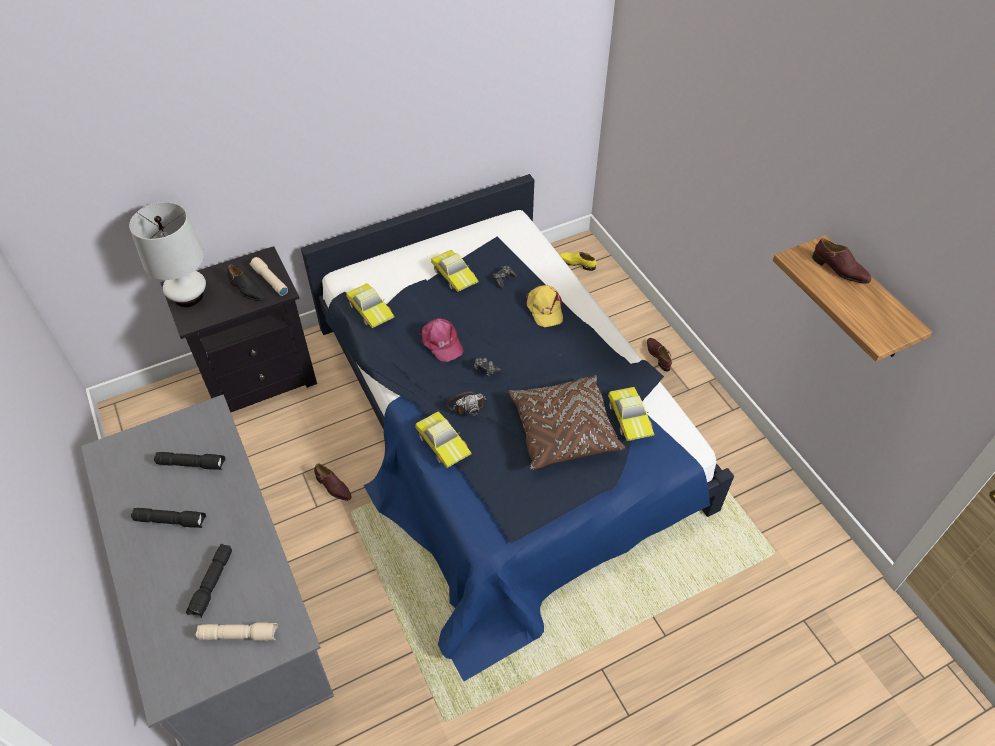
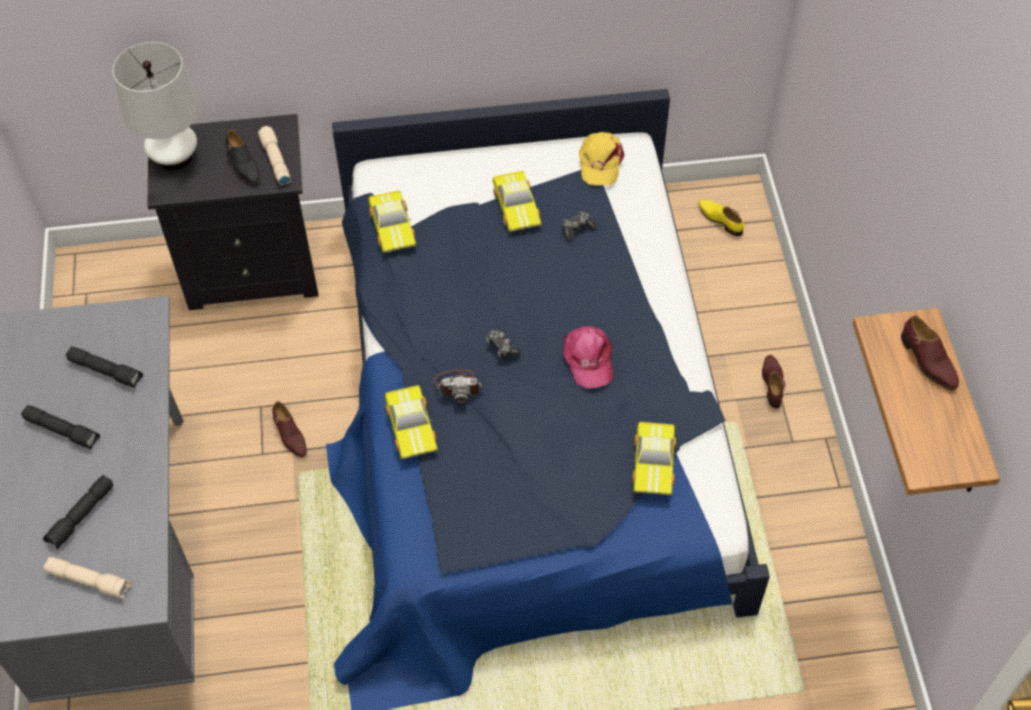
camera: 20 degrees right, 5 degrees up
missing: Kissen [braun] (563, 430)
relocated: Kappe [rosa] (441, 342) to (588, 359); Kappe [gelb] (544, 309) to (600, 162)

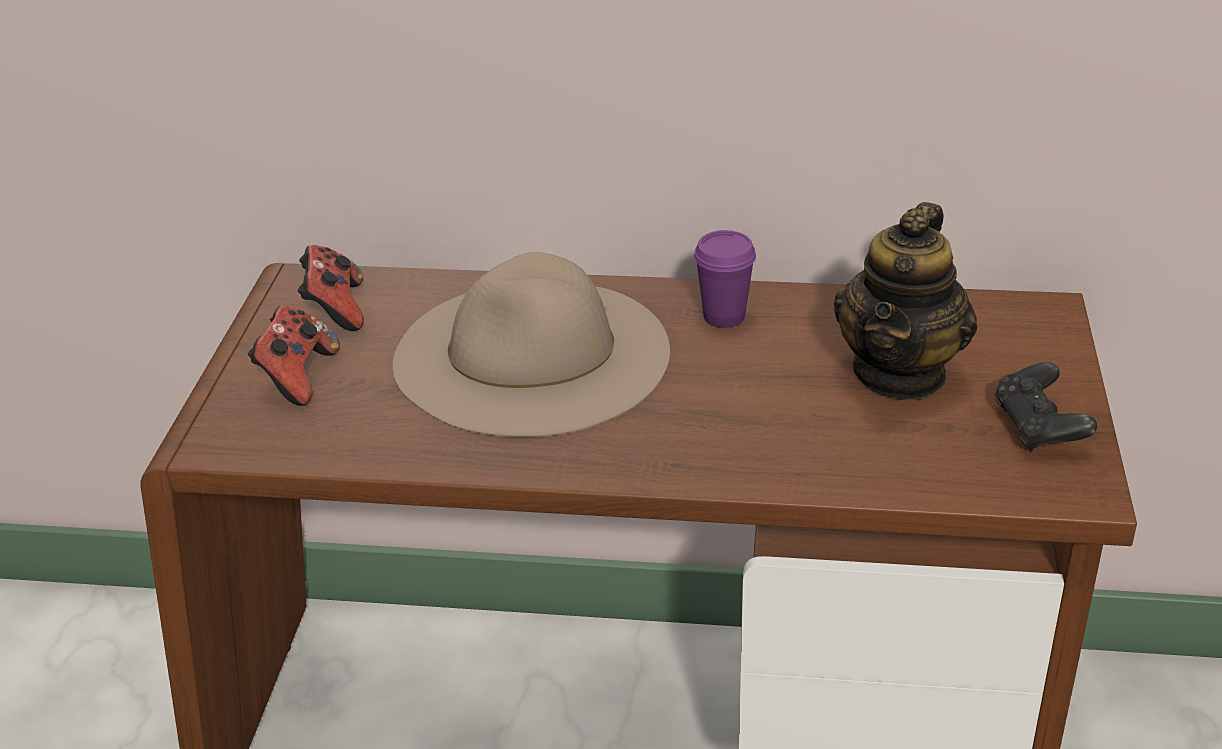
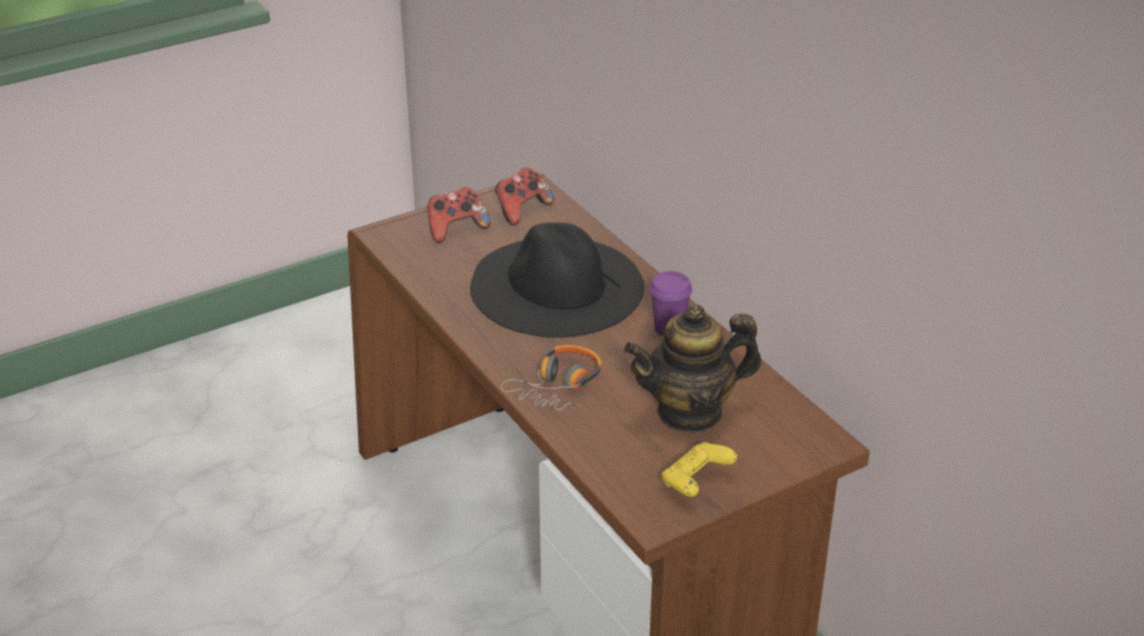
camera: 50 degrees right, 0 degrees up
appeared: Kopfhörer (559, 387)
colour: Hut [beige] (531, 355) to Hut [schwarz] (556, 285); Gamepad [schwarz] (1039, 428) to Gamepad [gelb] (695, 482)

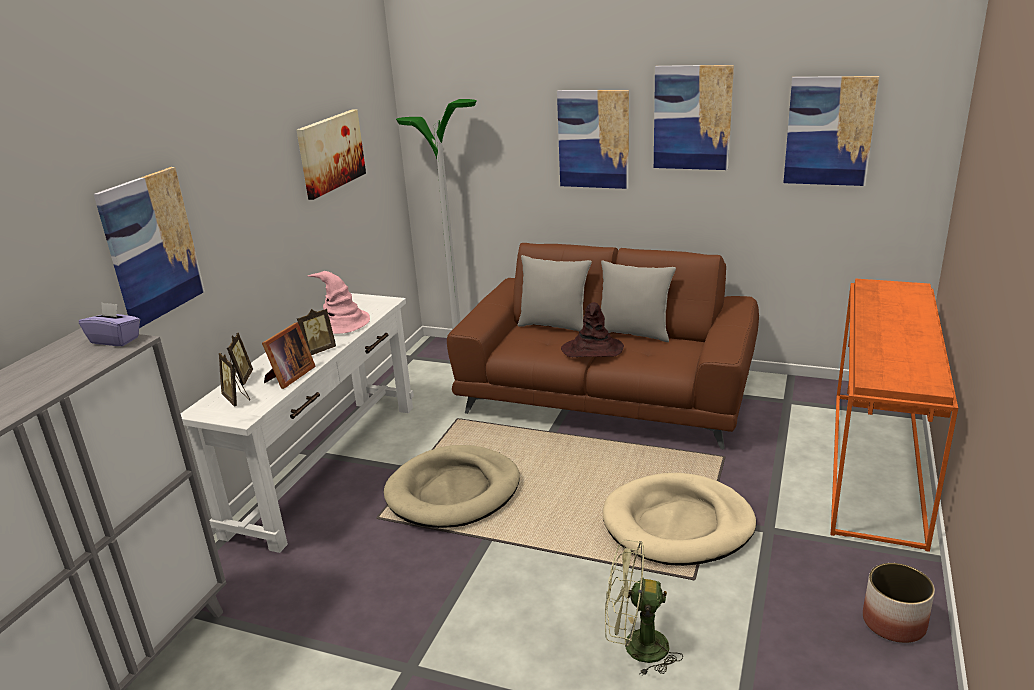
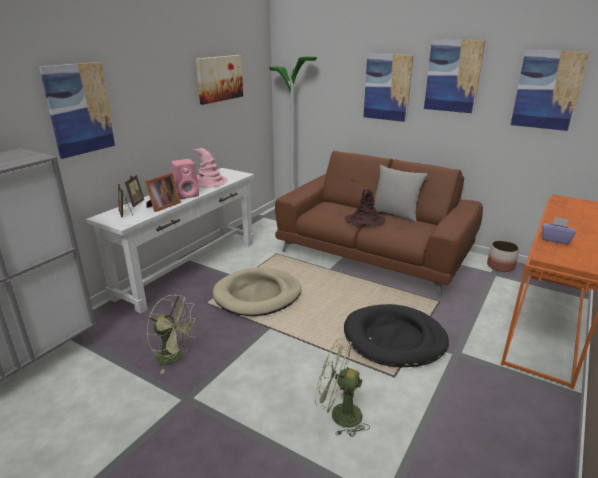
camera: 10 degrees right, 0 degrees up
missing: Kissen [grau] (554, 325)
appeared: Ventilator [grün] (175, 357)
relocated: Taschentuchbox [lila] (115, 340) to (555, 239); Pflanzkübel (894, 622) to (501, 266)
exchanged: Bilderrahmen (318, 351) to Lautsprecher [rosa] (187, 195)
colour: Hundebett [beige] (678, 524) to Hundebett [schwarz] (394, 339)

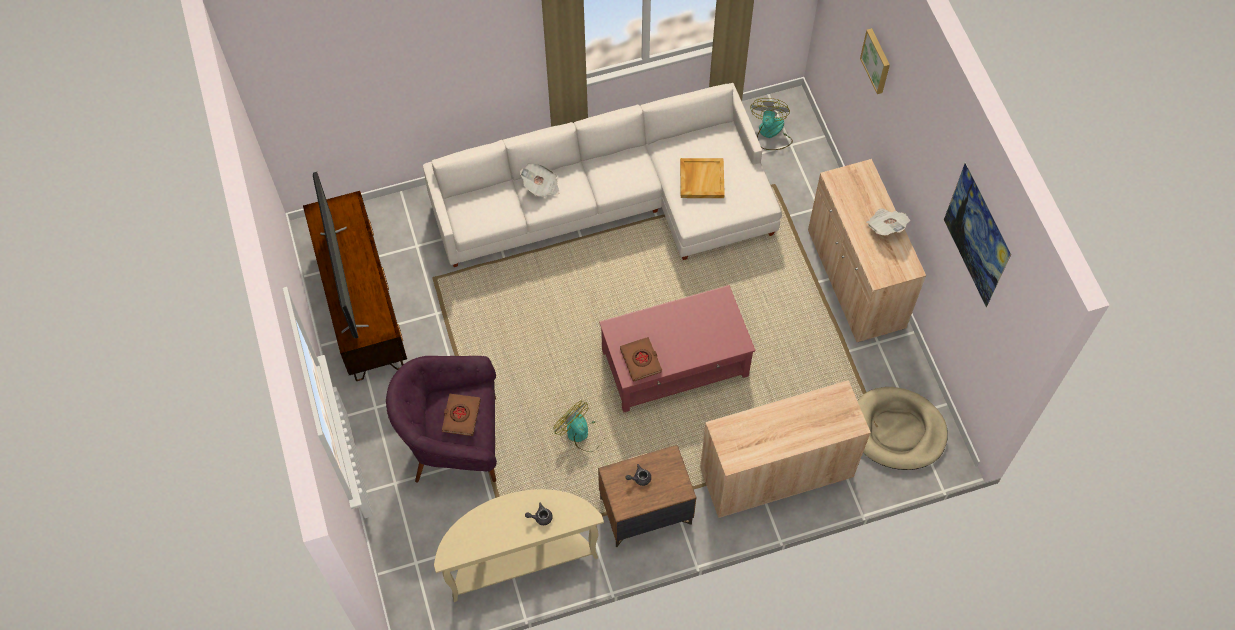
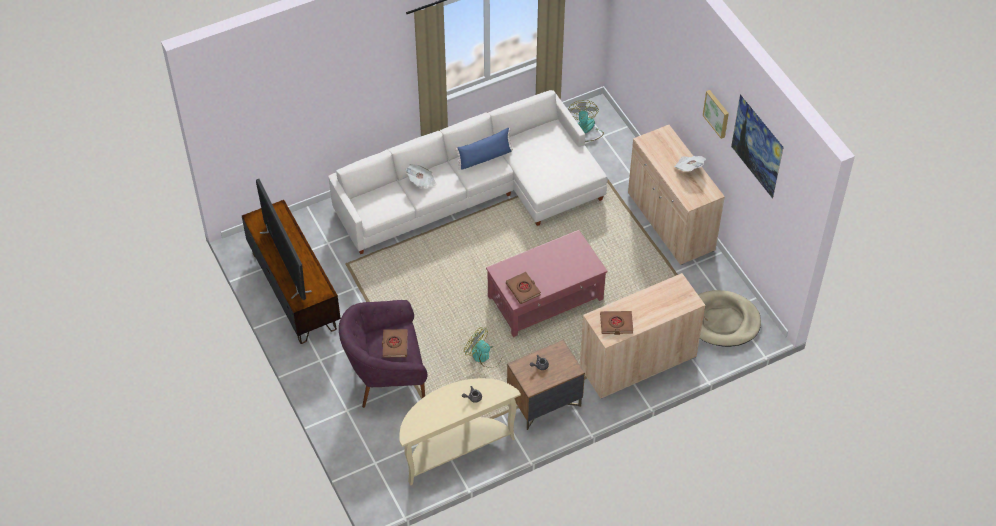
camera: 10 degrees left, 10 degrees down
missing: Tablett [beige] (701, 179)
appeared: Kissen [blau] (485, 158); Buch [braun] (616, 324)
relocated: Bild (877, 60) to (717, 113)

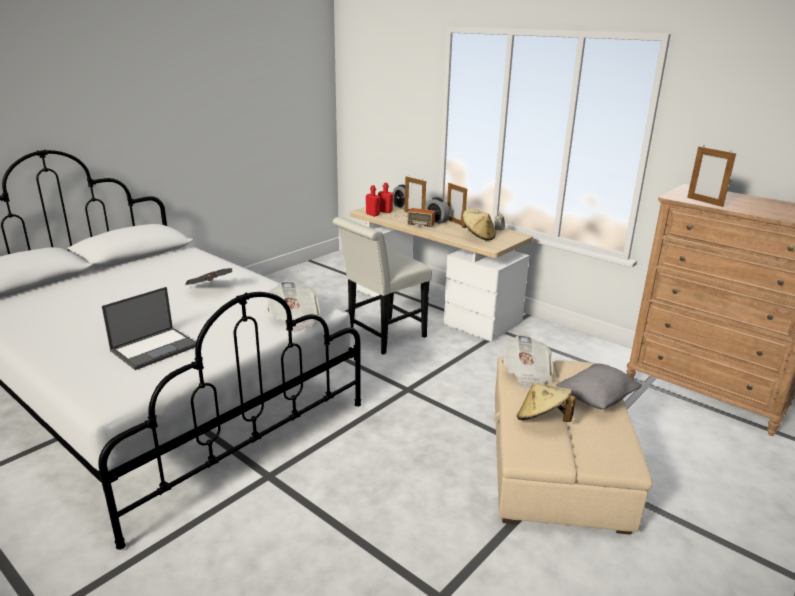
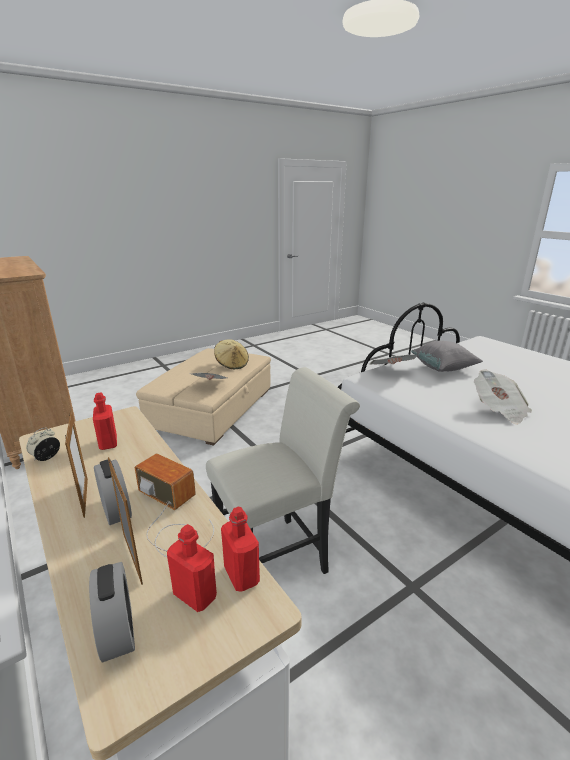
camera: 165 degrees left, 0 degrees up
missing: Laptop (155, 348); Bilderrahmen (704, 202)
relocated: Kissen [grau] (596, 399) to (443, 369)
exchanged: Hut [beige] (478, 236) to Flasche [rot] (108, 443)

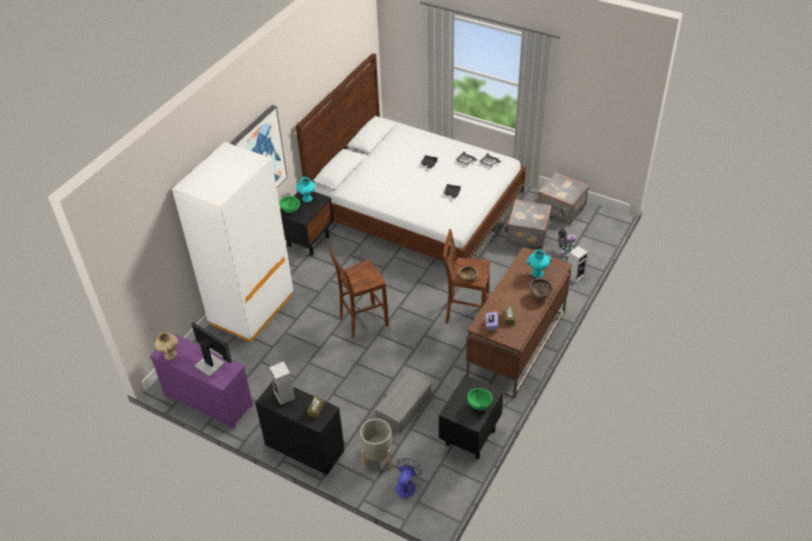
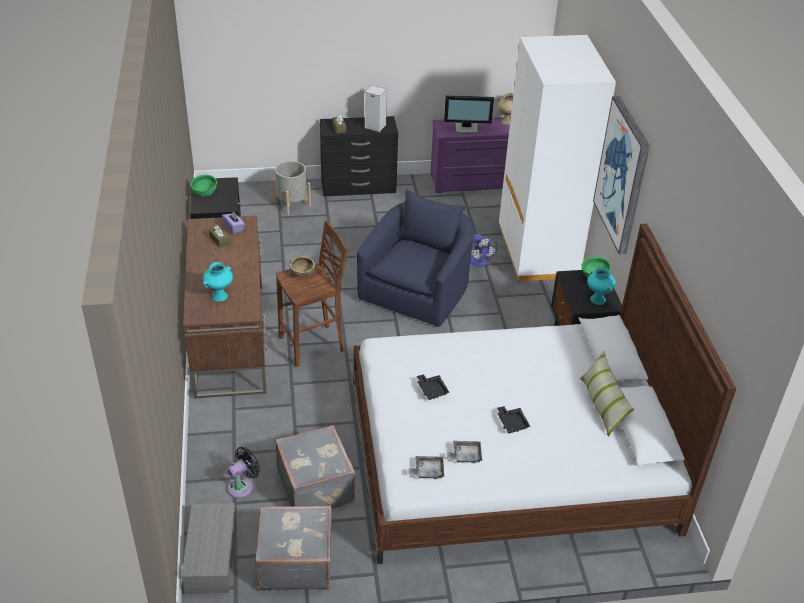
camera: 140 degrees right, 5 degrees down
missing: Schüssel [braun] (539, 296); Lautsprecher (575, 275)
appeared: Kissen (602, 405)
relocated: Aufbewahrungsbox [grau] (404, 408) to (210, 555); Ventilator (407, 485) to (479, 262)
exchanged: Hocker [braun] (362, 321) to Sessel [blau] (418, 290)

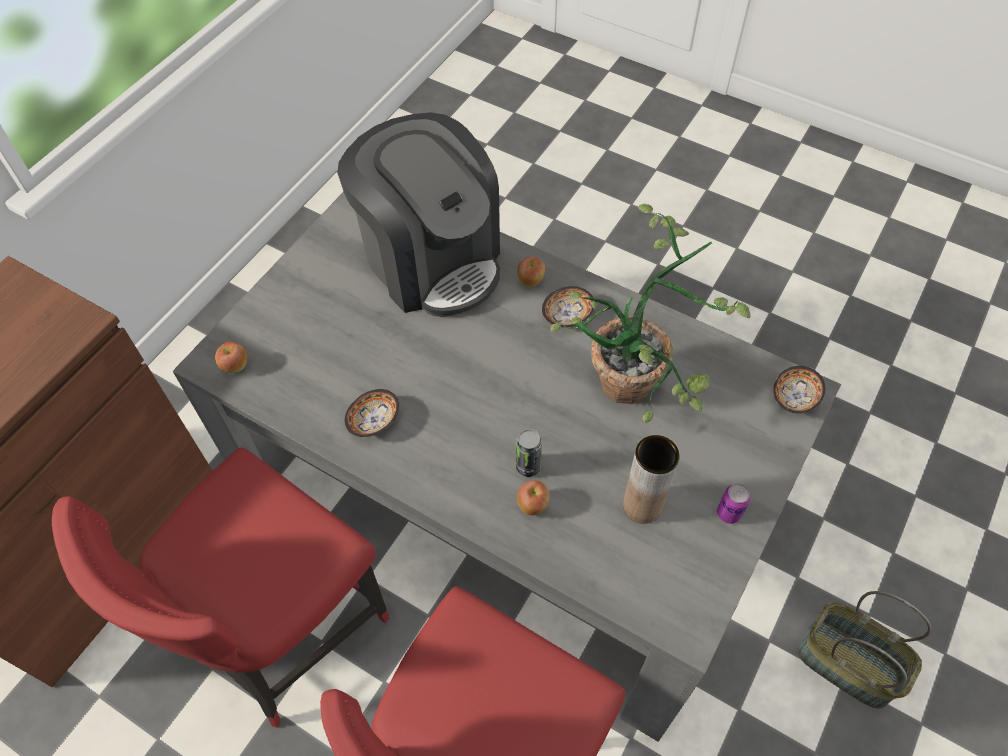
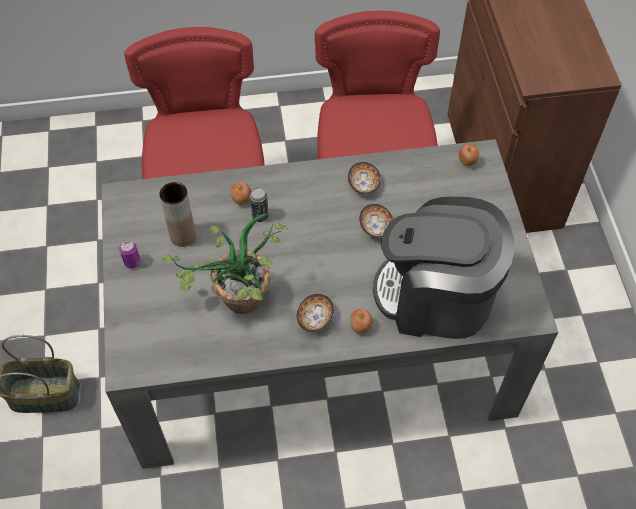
camera: 140 degrees right, 0 degrees up
relocated: Schüssel (794, 397) to (375, 227)

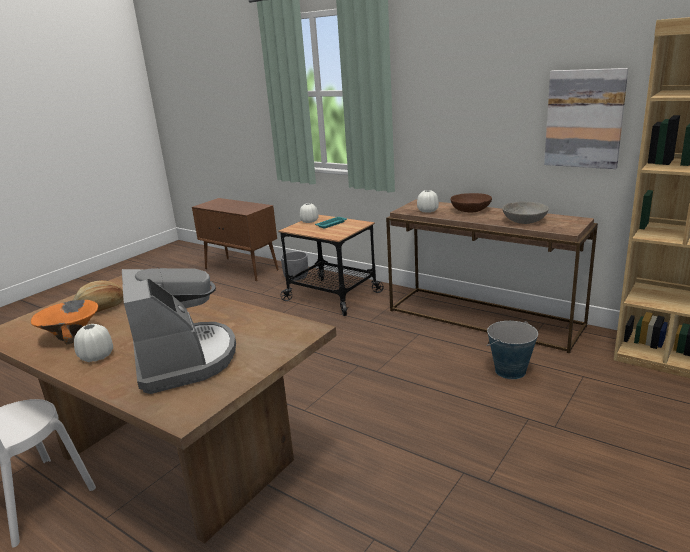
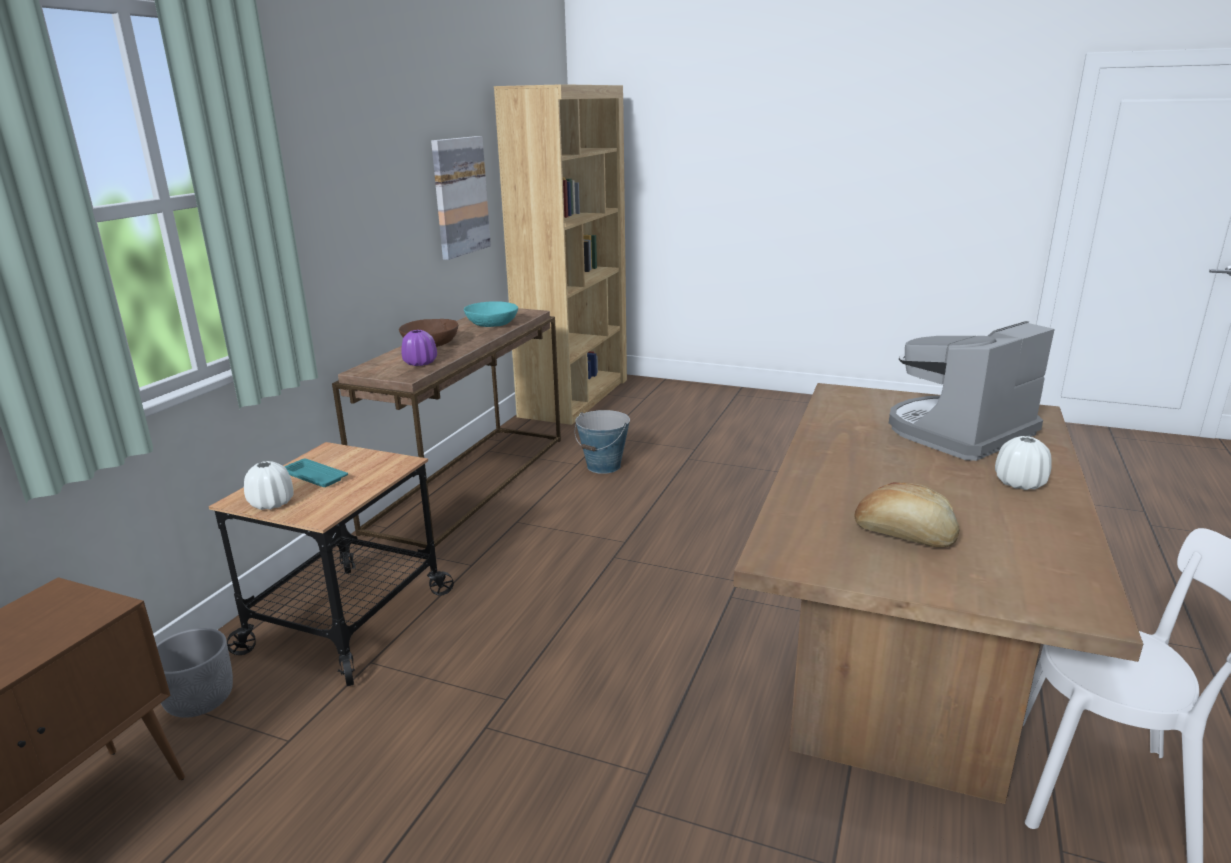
camera: 105 degrees left, 0 degrees up
missing: Schüssel [orange] (72, 335)
colour: Vase [weiß] (427, 211) to Vase [lila] (420, 363); Schüssel [grau] (524, 221) to Schüssel [türkis] (492, 324)

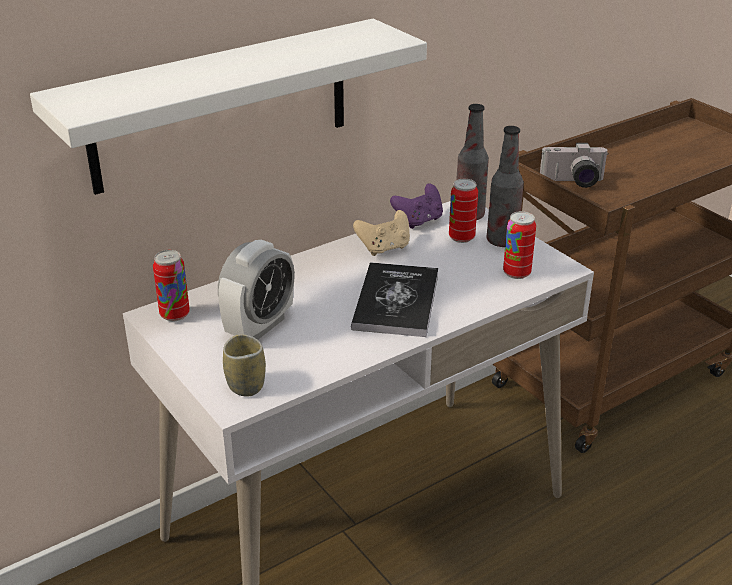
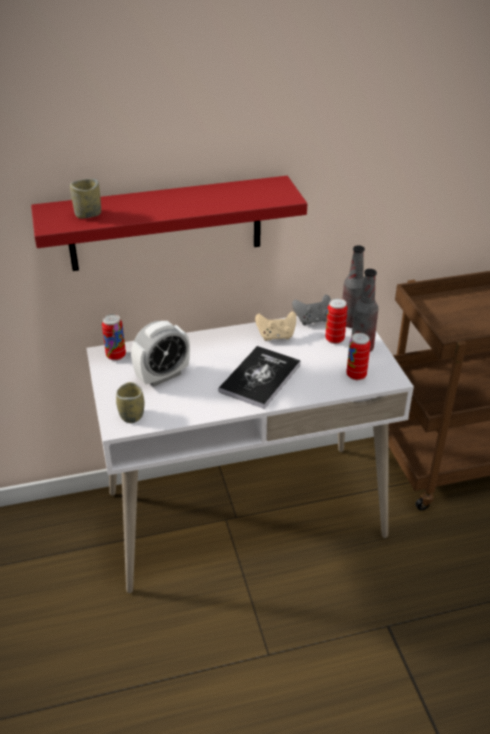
camera: 20 degrees right, 5 degrees up
missing: Kamera (573, 182)
appeared: Tasse (88, 214)
colour: Wandregal [weiß] (221, 105) to Wandregal [rot] (166, 224); Gamepad [lila] (419, 221) to Gamepad [grau] (312, 320)

